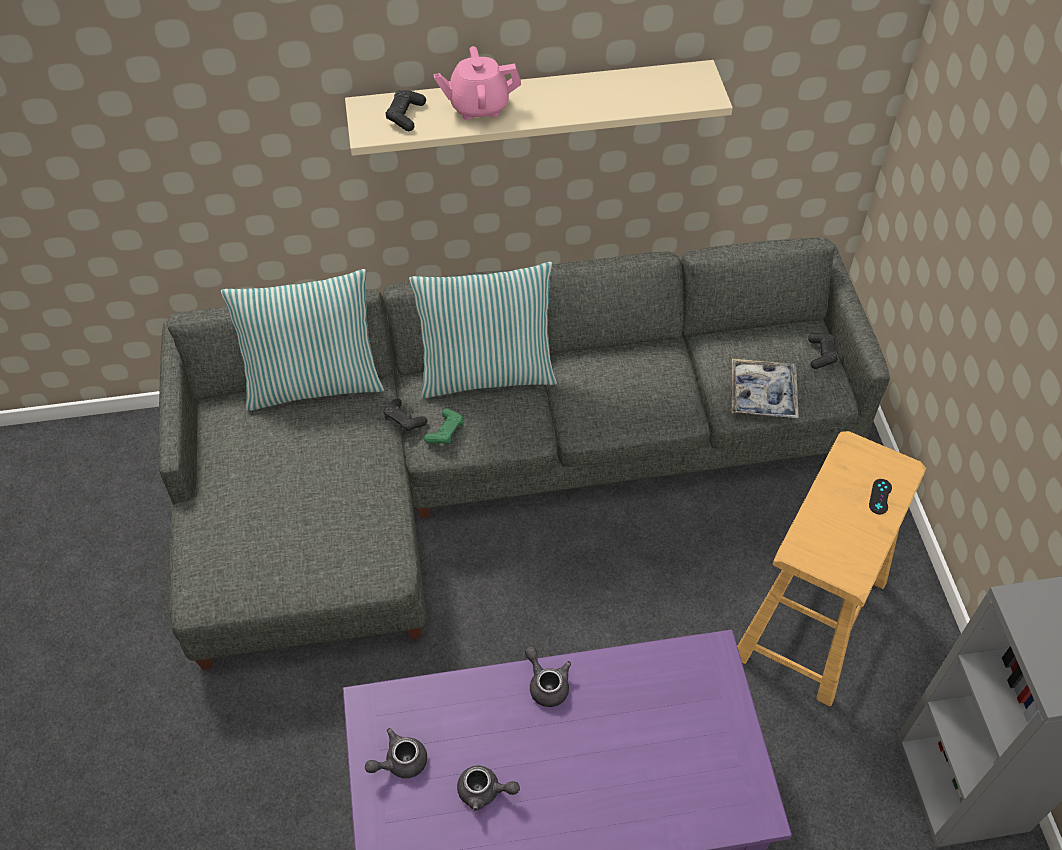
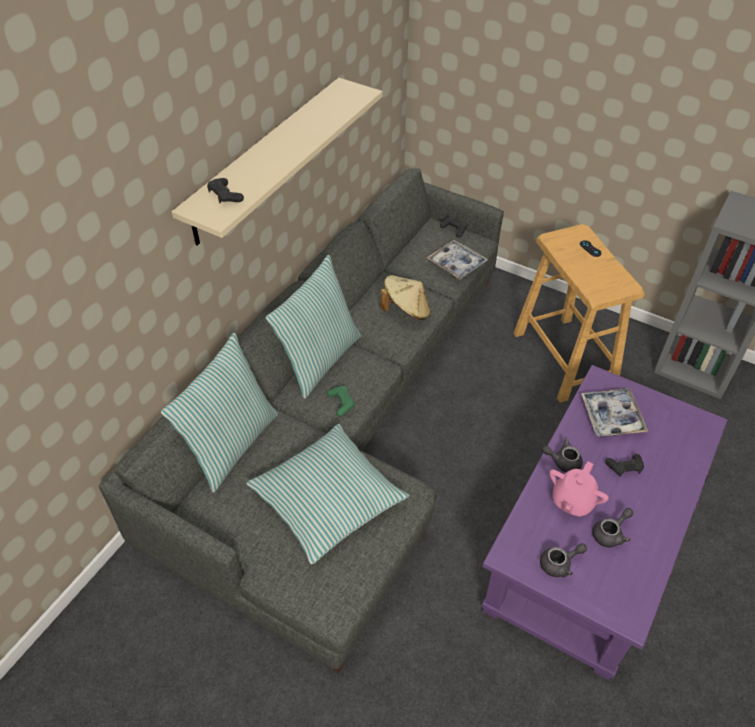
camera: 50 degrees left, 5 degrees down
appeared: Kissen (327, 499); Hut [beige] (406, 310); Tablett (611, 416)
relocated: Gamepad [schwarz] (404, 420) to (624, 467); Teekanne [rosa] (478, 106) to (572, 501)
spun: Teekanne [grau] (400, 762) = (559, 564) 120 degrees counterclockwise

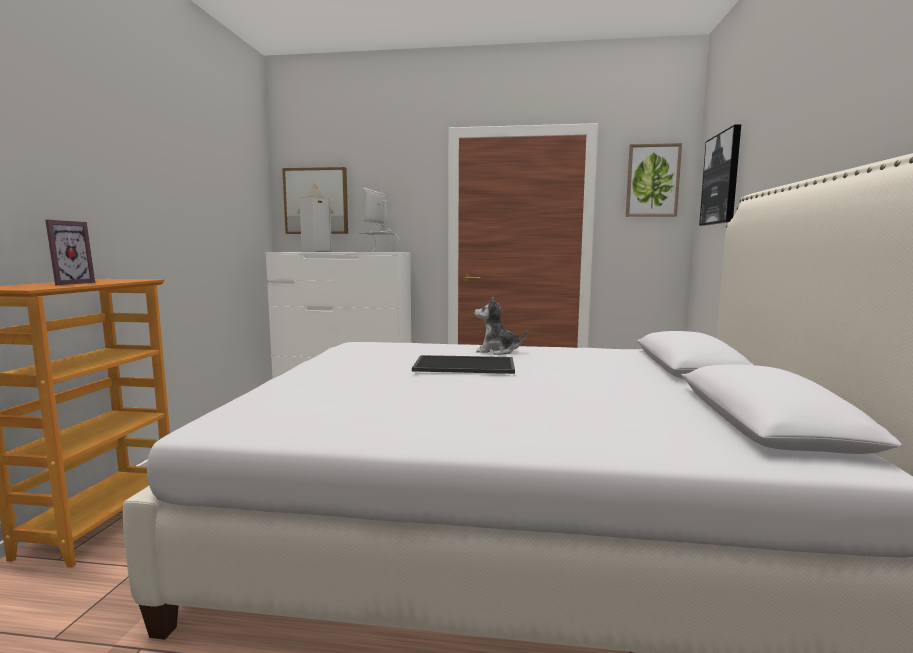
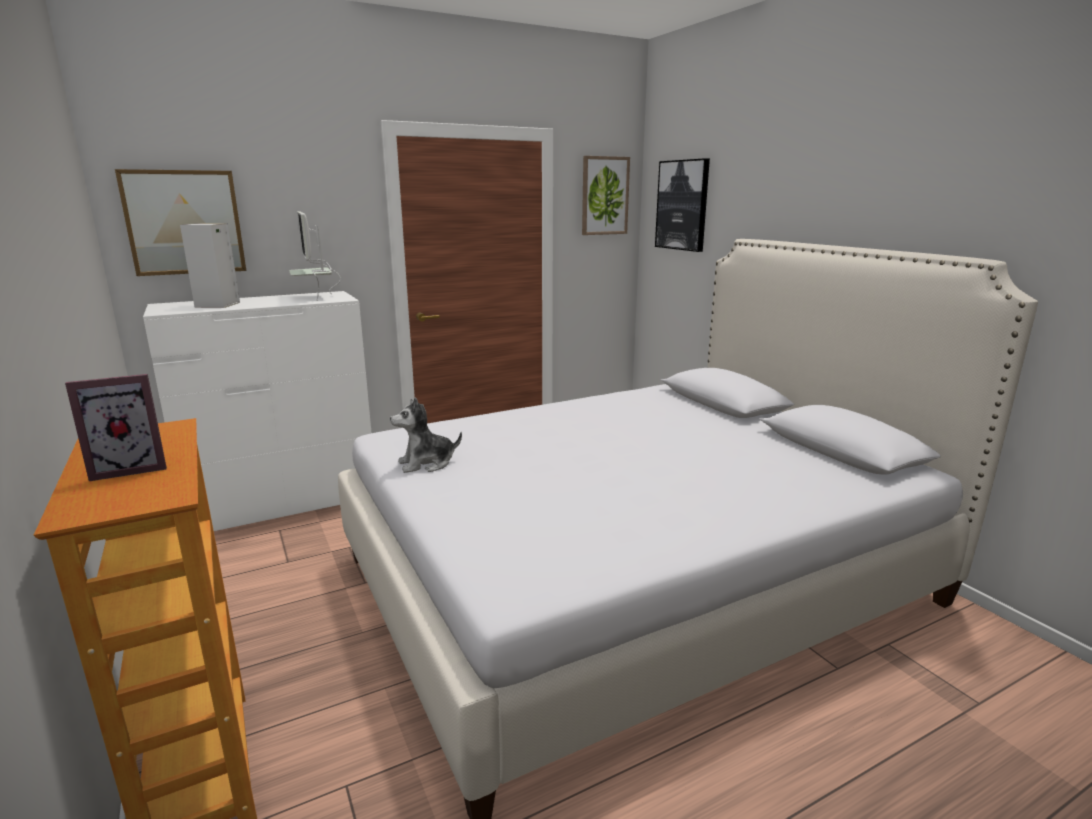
camera: 35 degrees left, 10 degrees up
missing: Tablett (465, 365)
relocated: Plüschtier (497, 351) to (426, 463)
spun: Bilderrahmen (66, 283) = (130, 468) 90 degrees clockwise

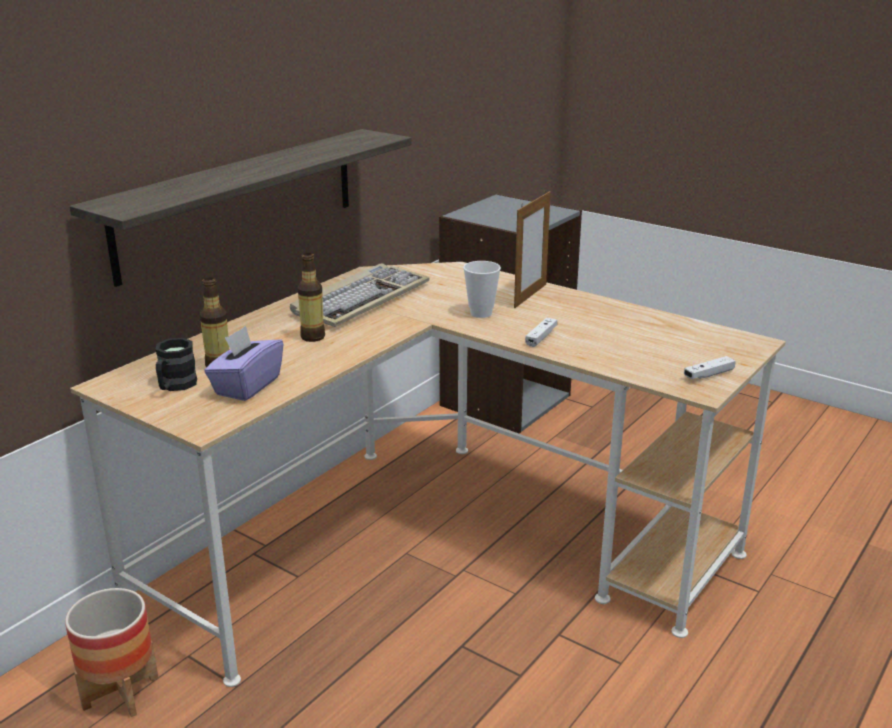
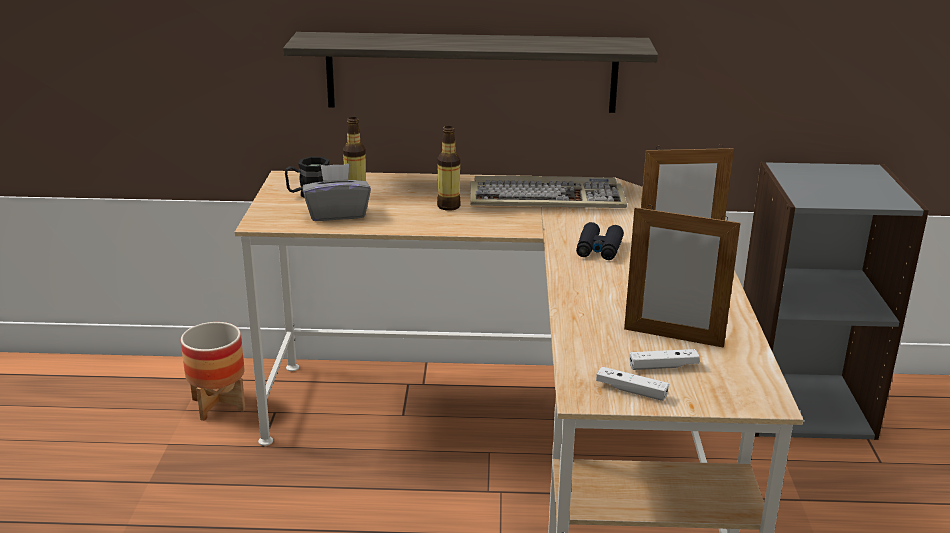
camera: 55 degrees right, 0 degrees up
appeared: Bilderrahmen (673, 337)
relocated: Gamepad [weiß] (541, 337) to (663, 366)
exchanged: Tasse (481, 313) to Fernglas [schwarz] (599, 249)
colour: Taschentuchbox [lila] (247, 386) to Taschentuchbox [grau] (337, 214)

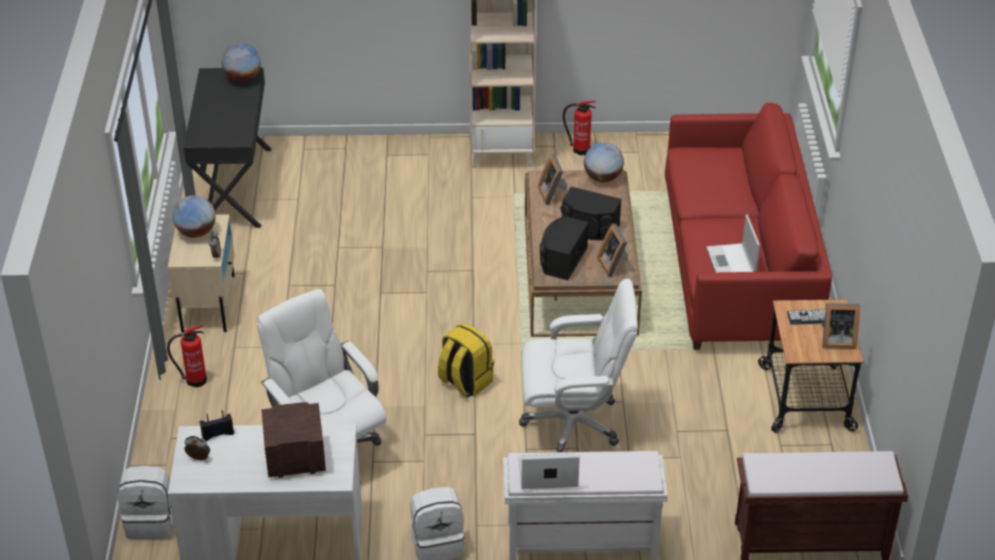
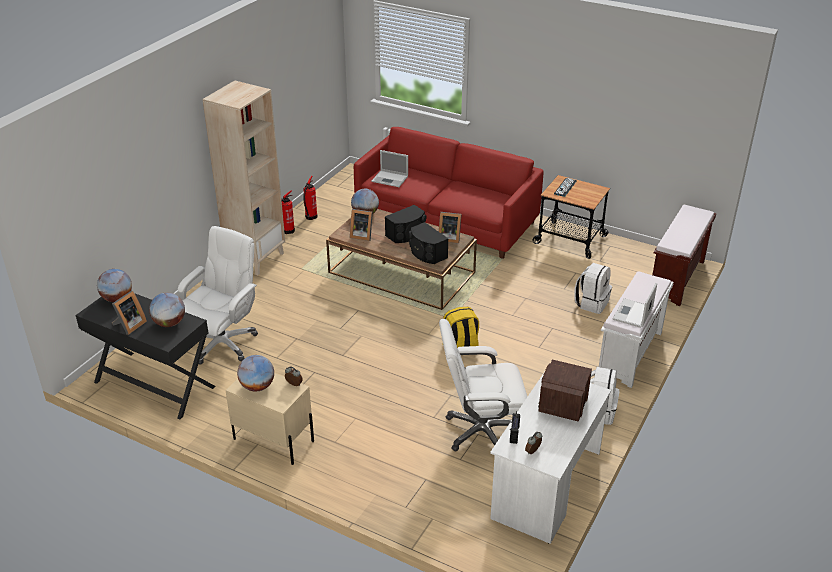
camera: 60 degrees left, 5 degrees down
appeared: Globus (169, 323)
relocated: Rucksack [weiß] (151, 521) to (591, 303); Feuerlöscher (194, 380) to (310, 217); Bürostuhl [weiß] (573, 423) to (222, 343); Laptop (731, 262) to (390, 179); Bilderrahmen (836, 340) to (129, 325)

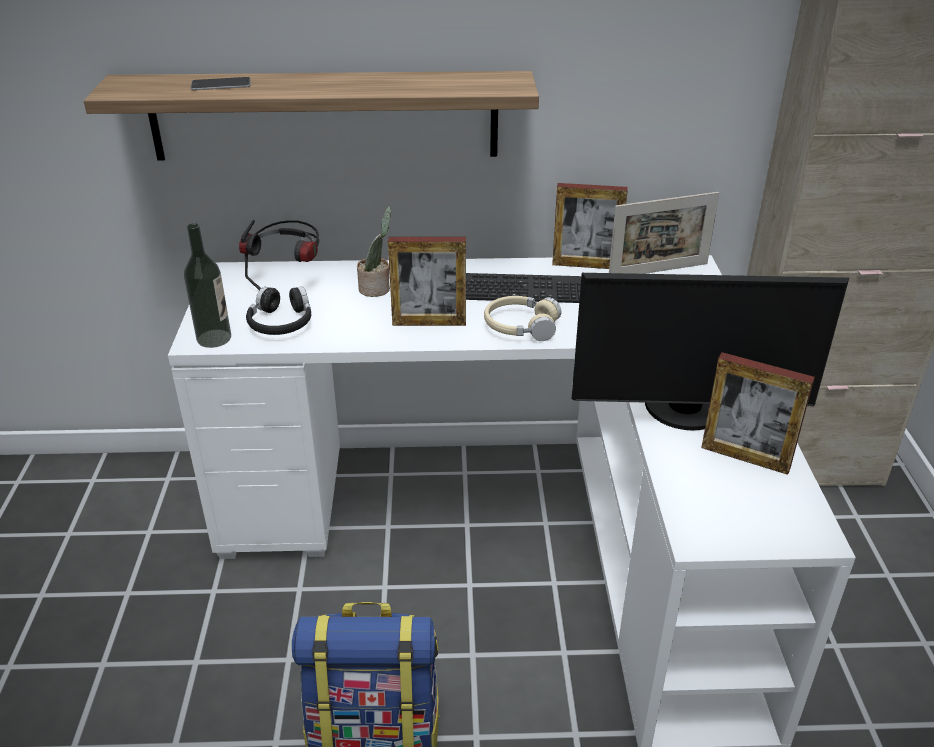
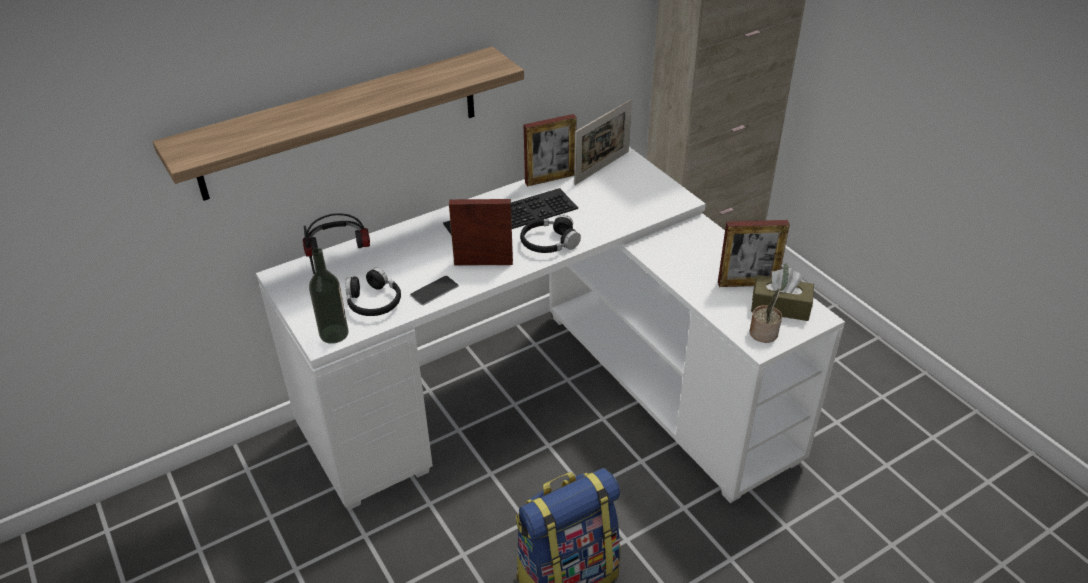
camera: 30 degrees left, 5 degrees up
missing: Monitor (686, 411)
appeared: Taschentuchbox [braun] (780, 307)
relocated: Handy (221, 84) to (434, 290); Topfpflanze (376, 289) to (765, 332)
colour: Kopfhörer [beige] (521, 326) to Kopfhörer [schwarz] (549, 243)
spun: Bilderrahmen (429, 323) = (483, 262) 150 degrees counterclockwise

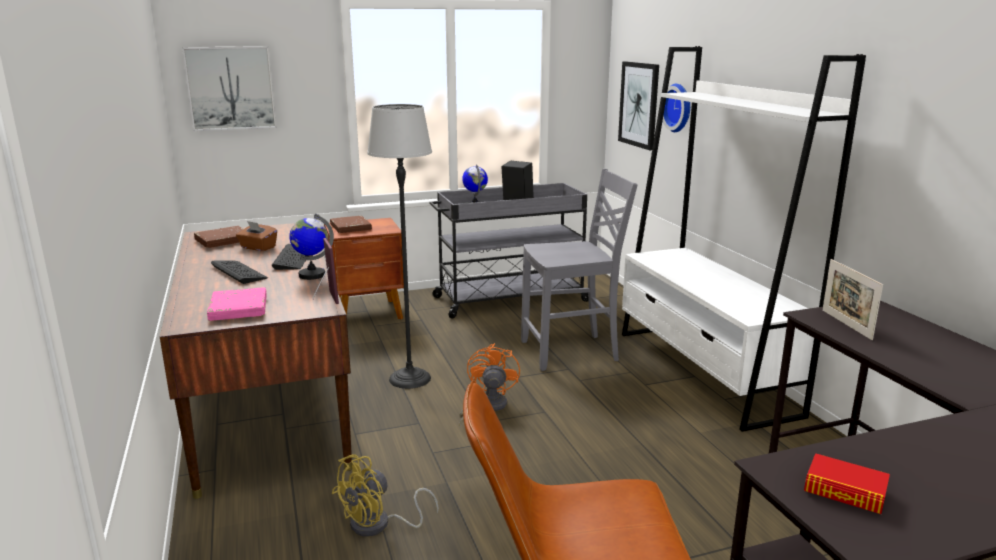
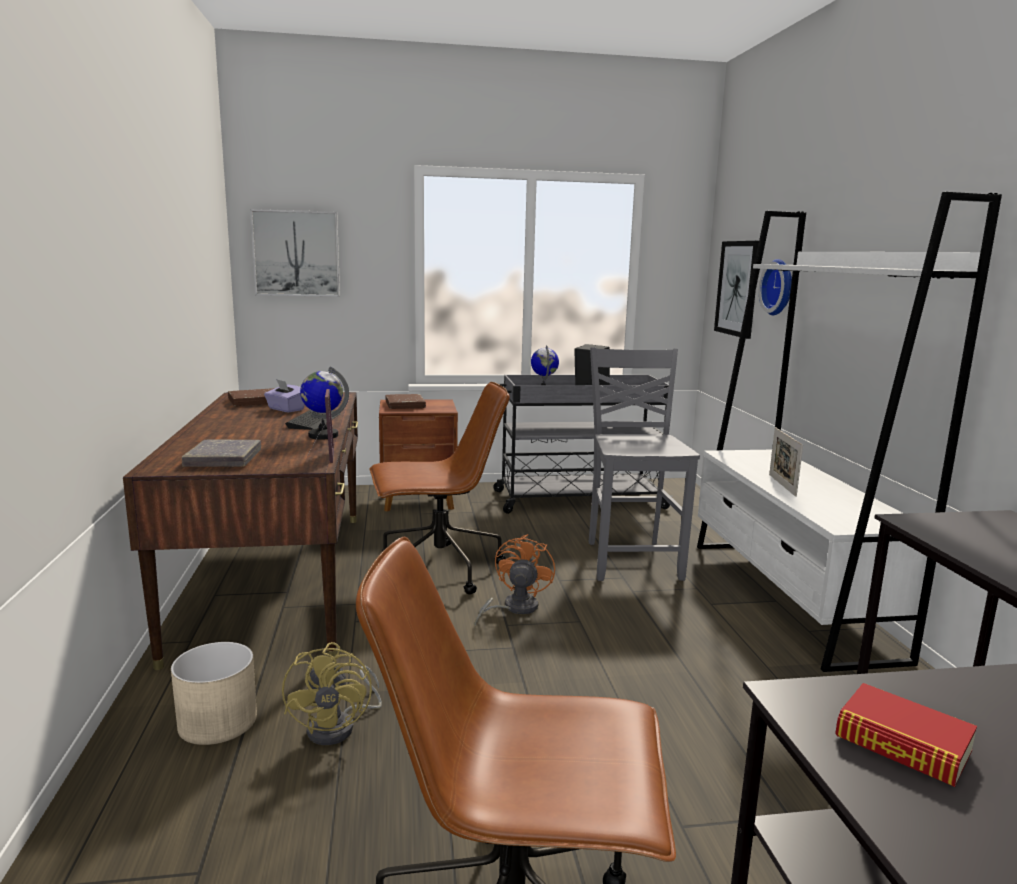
camera: 10 degrees right, 5 degrees down
missing: Tastatur (239, 272)
appeared: Pflanzkübel [beige] (217, 721)
relocated: Bilderrahmen (846, 324) to (782, 485)
exchanged: Stehlampe (410, 379) to Bürostuhl [braun] (438, 570)
colour: Buch [rosa] (239, 309) to Buch [grau] (224, 459); Taschentuchbox [braun] (258, 248) to Taschentuchbox [lila] (285, 409)
spun: Ventilator [gelb] (379, 525) = (340, 726) 60 degrees counterclockwise; Stuhl [grau] (571, 352) = (631, 560) 90 degrees counterclockwise

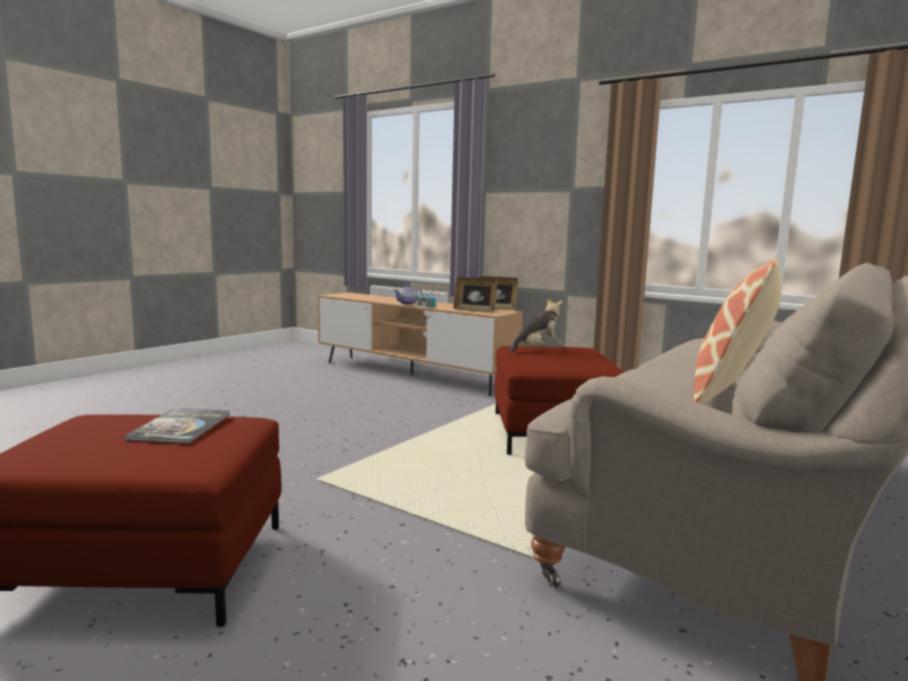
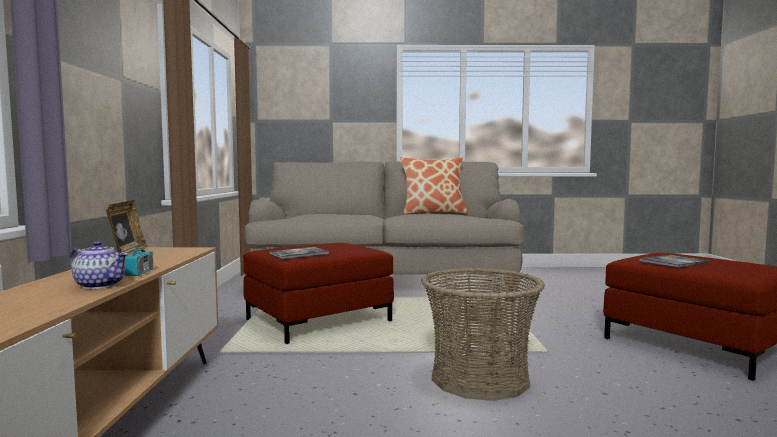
camera: 125 degrees left, 5 degrees down
missing: Bilderrahmen (475, 311)
appeared: Korb (479, 378)
exchanged: Plüschtier (537, 349) to Buch (299, 254)

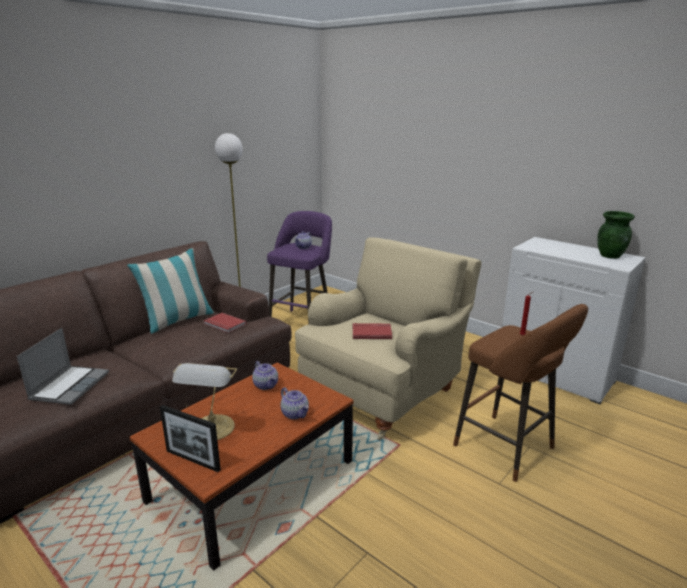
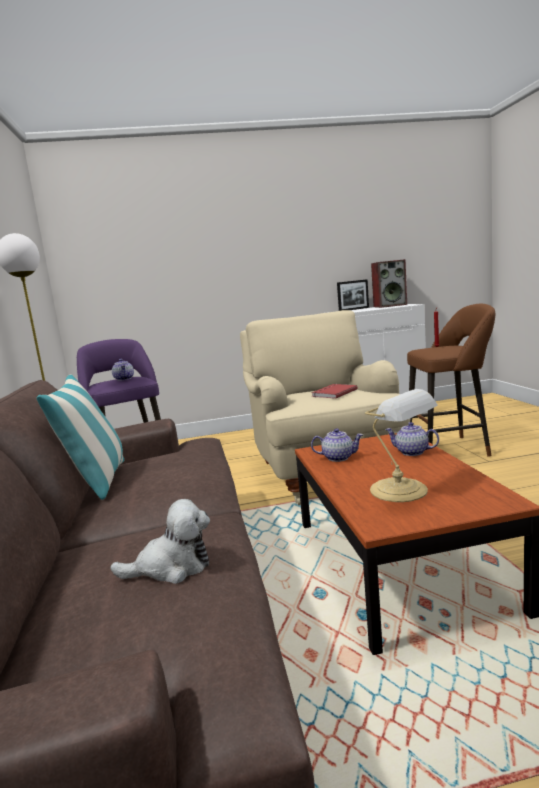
camera: 50 degrees left, 10 degrees down
missing: Buch [rot] (224, 324)
relocated: Bilderrahmen (193, 460) to (354, 309)
exchanged: Laptop (70, 386) to Plüschtier (172, 567); Vase [grün] (610, 256) to Lautsprecher (390, 305)
spun: Teekanne (295, 414) = (411, 452) 150 degrees counterclockwise

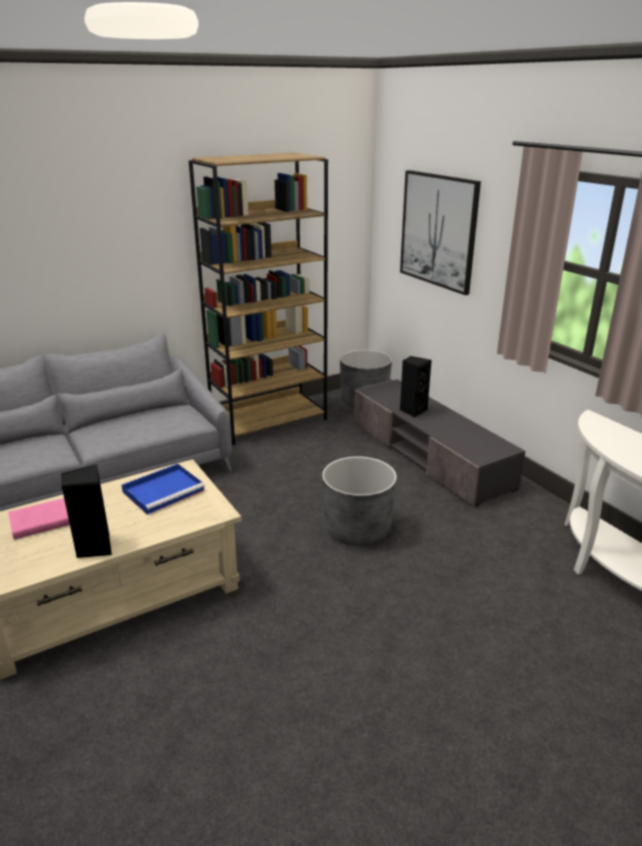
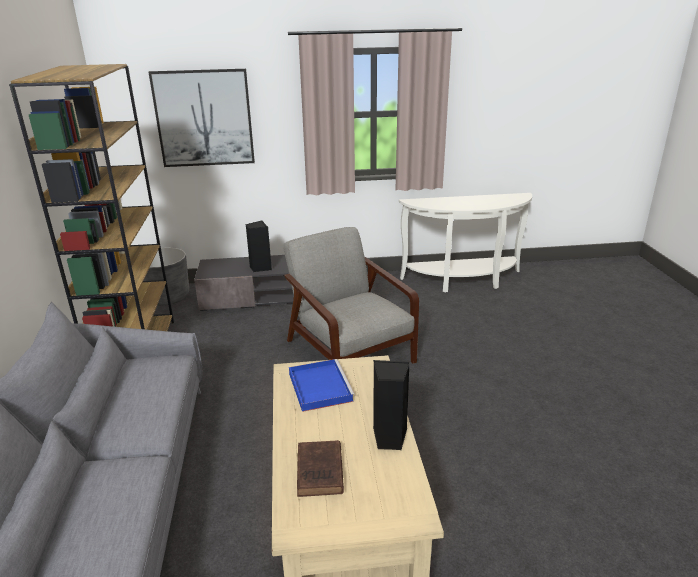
camera: 65 degrees left, 0 degrees up
exchanged: Pflanzkübel [grau] (357, 529) to Sessel [grau] (348, 350)
colour: Buch [rosa] (40, 522) to Buch [braun] (320, 472)

